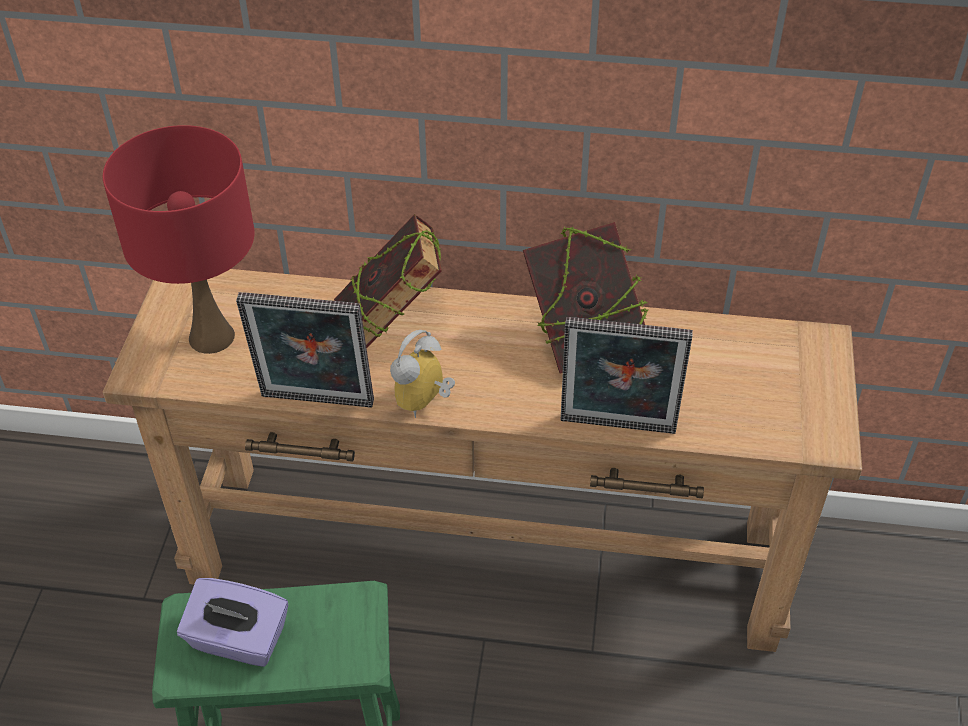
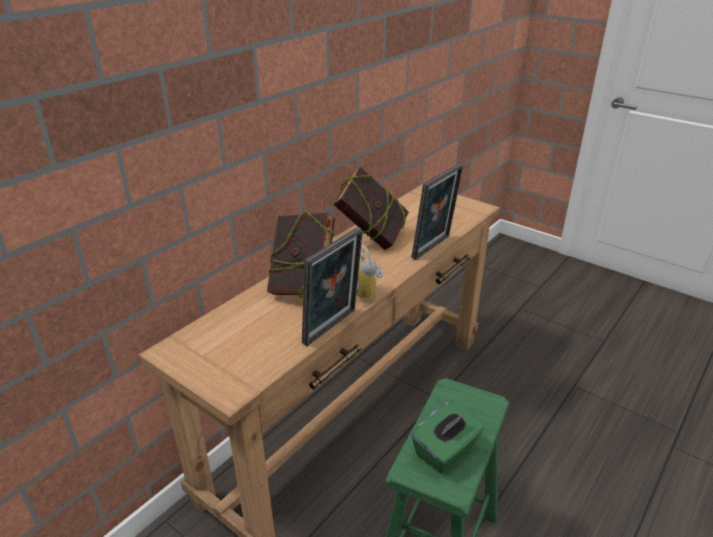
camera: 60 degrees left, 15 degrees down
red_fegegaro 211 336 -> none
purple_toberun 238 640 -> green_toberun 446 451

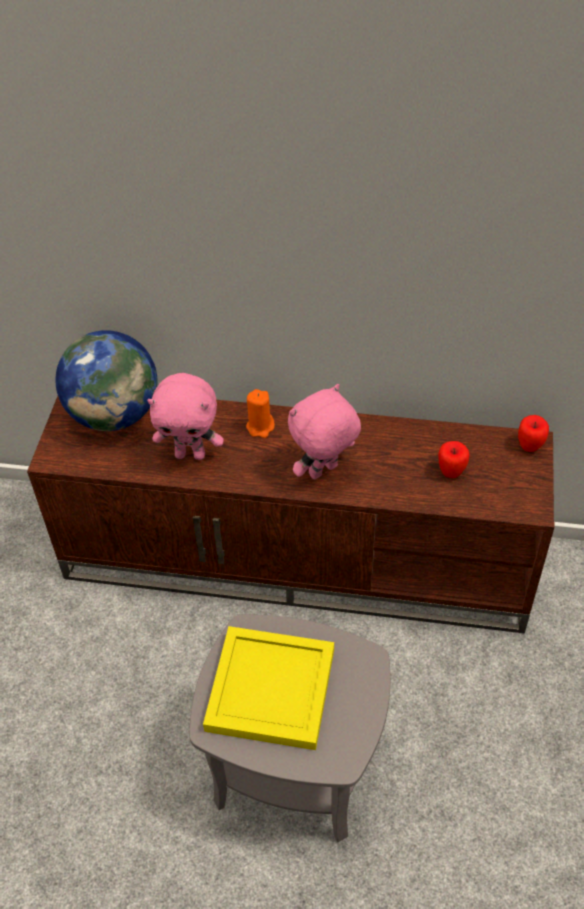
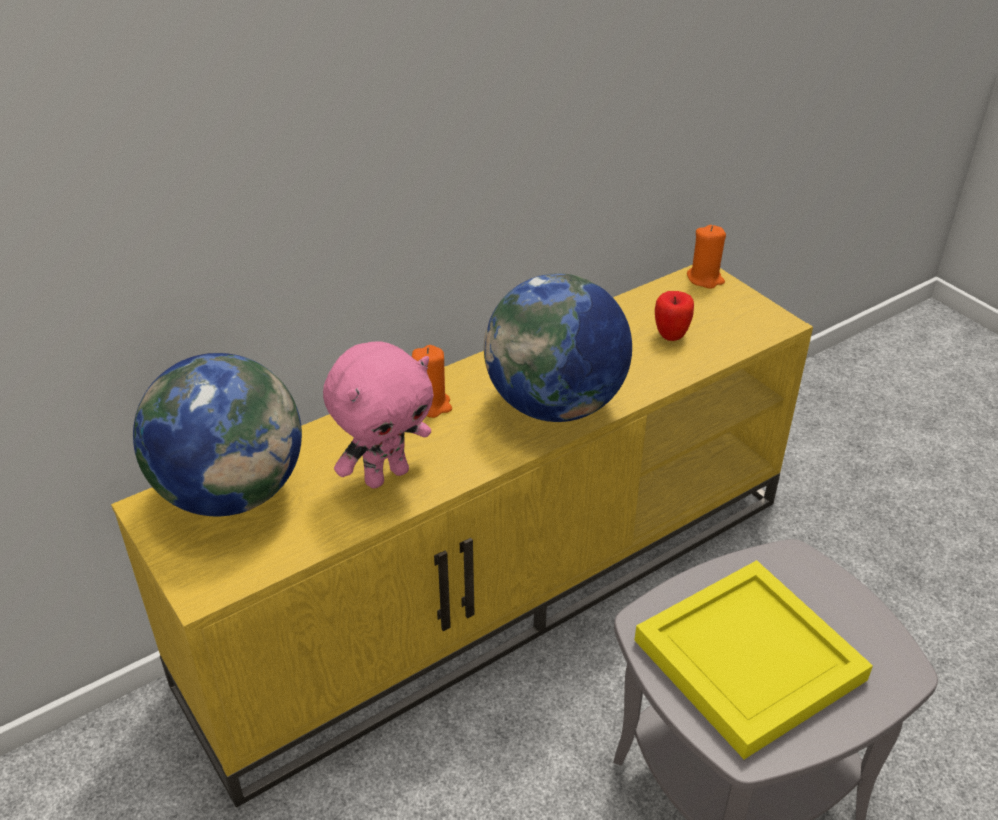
camera: 45 degrees left, 10 degrees down
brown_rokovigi 299 559 -> yellow_rokovigi 497 584
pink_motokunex 324 472 -> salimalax 555 405
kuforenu 530 446 -> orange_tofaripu 705 279

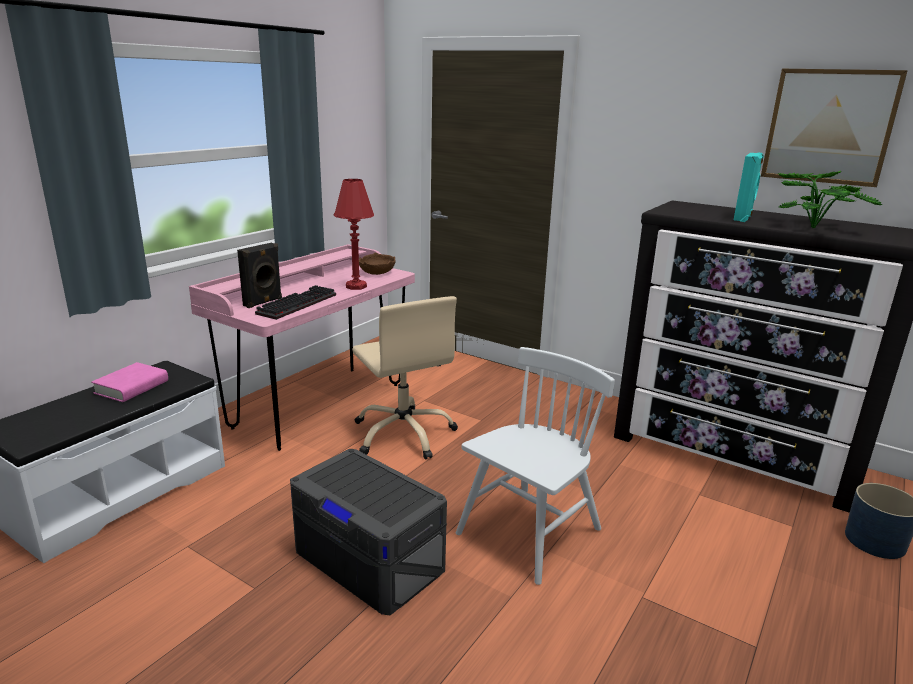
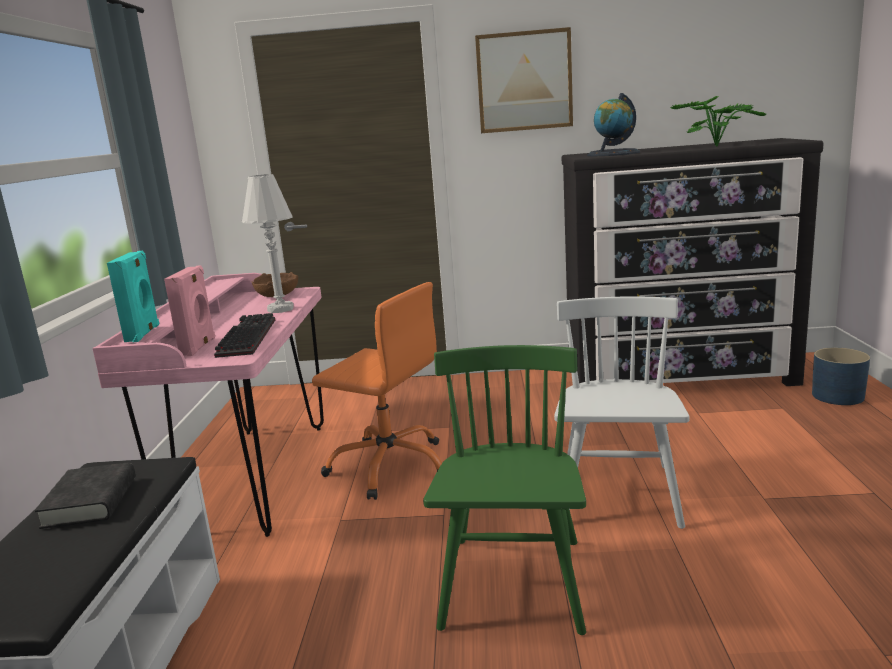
camera: 30 degrees left, 5 degrees down
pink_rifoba 132 387 -> black_rifoba 91 502
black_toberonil 263 302 -> pink_toberonil 199 347
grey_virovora 369 559 -> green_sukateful 514 583
red_fegegaro 356 286 -> white_fegegaro 281 309
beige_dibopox 404 433 -> orange_dibopox 389 466
turquoise_toberonil 743 218 -> turquoise_toberonil 144 333, moved
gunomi 829 126 -> gunomi 524 81, moved
none -> salimalax 613 153

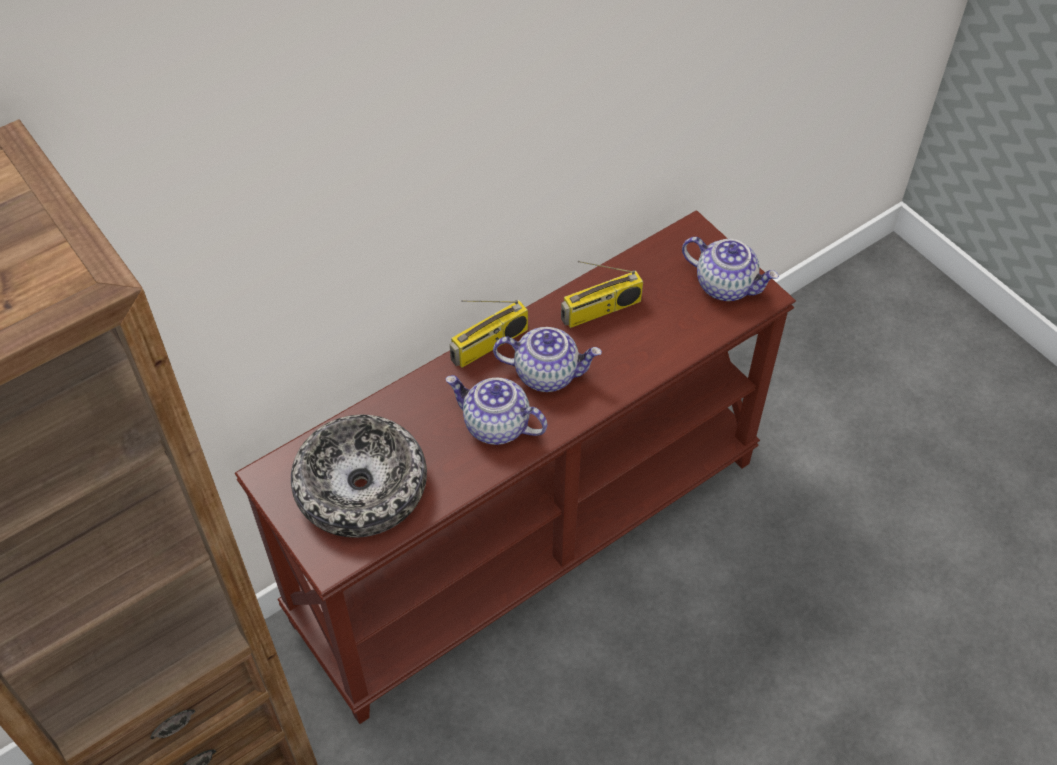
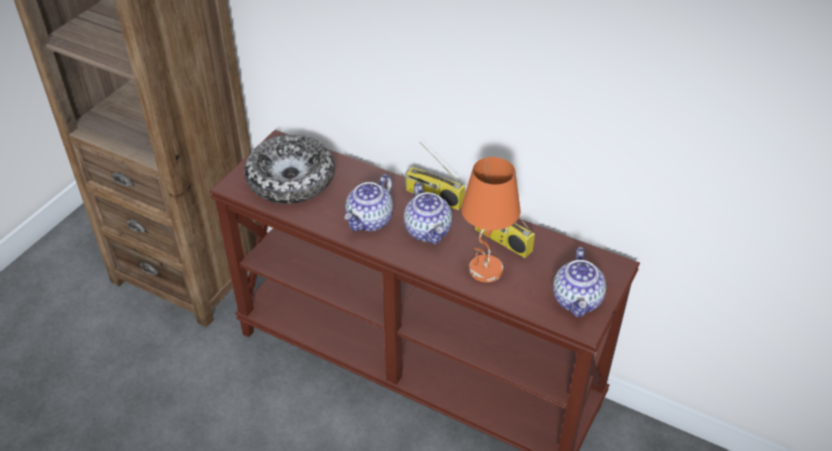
camera: 65 degrees right, 10 degrees down
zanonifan 495 425 -> zanonifan 370 221, 150 degrees counterclockwise
none -> orange_fegegaro 485 270

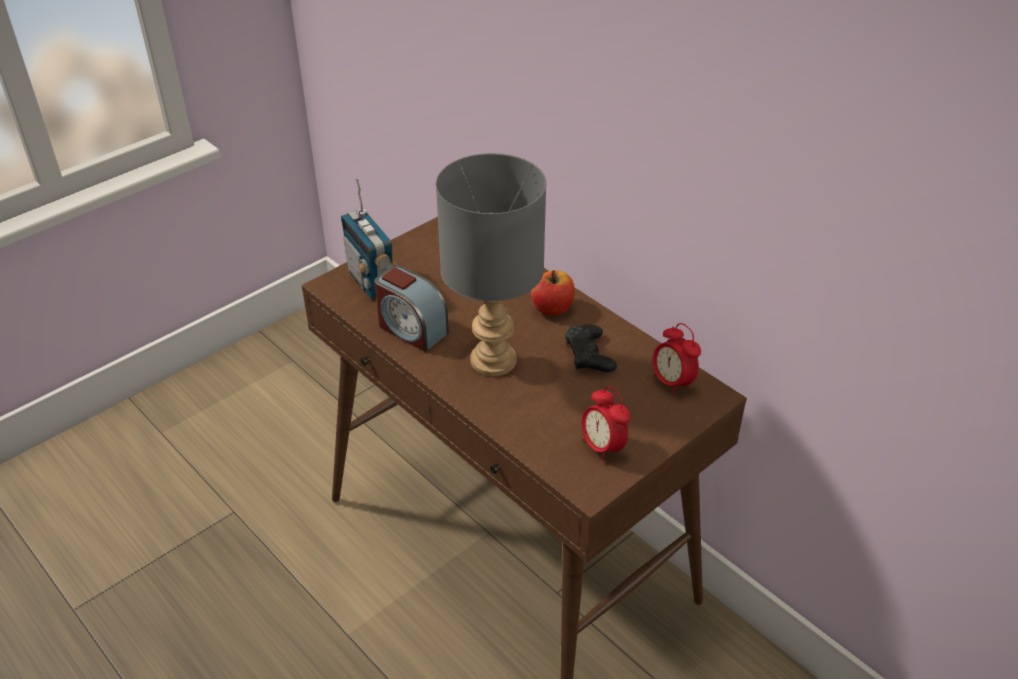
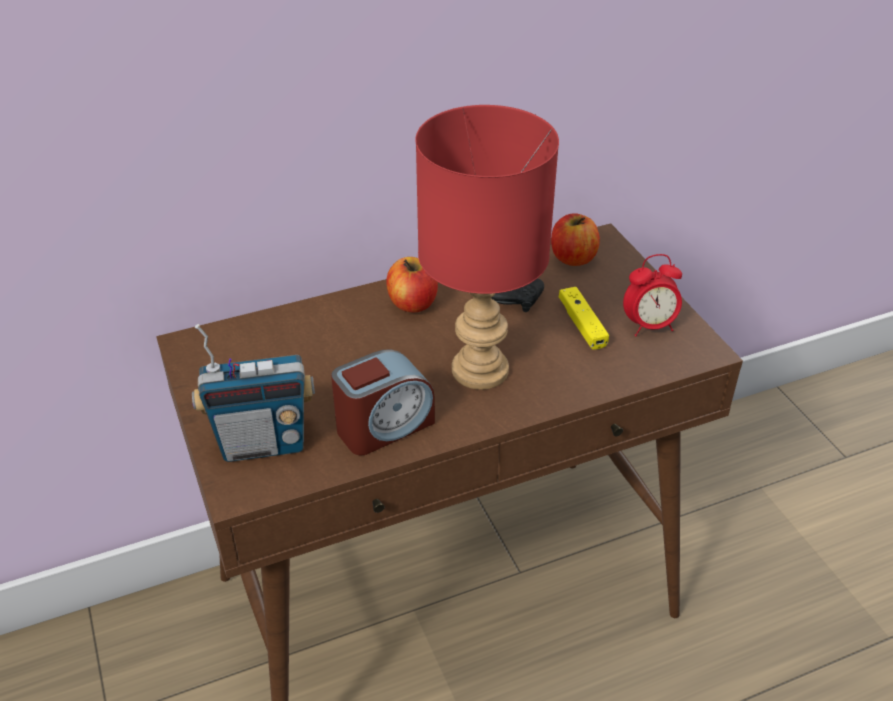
camera: 70 degrees left, 0 degrees up
grey_fegegaro 493 362 -> red_fegegaro 482 370
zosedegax 672 382 -> kuforenu 573 258
none -> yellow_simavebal 582 324

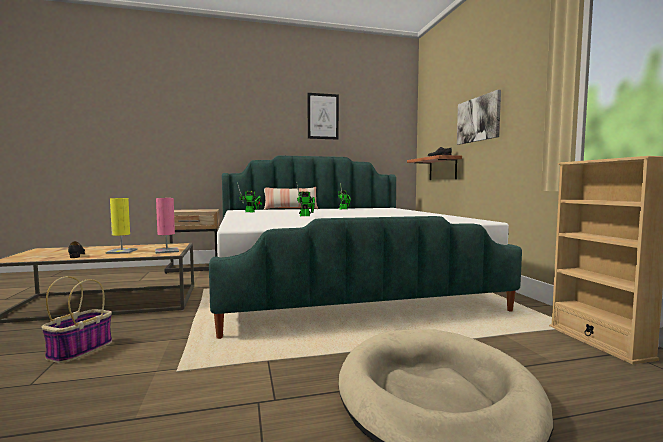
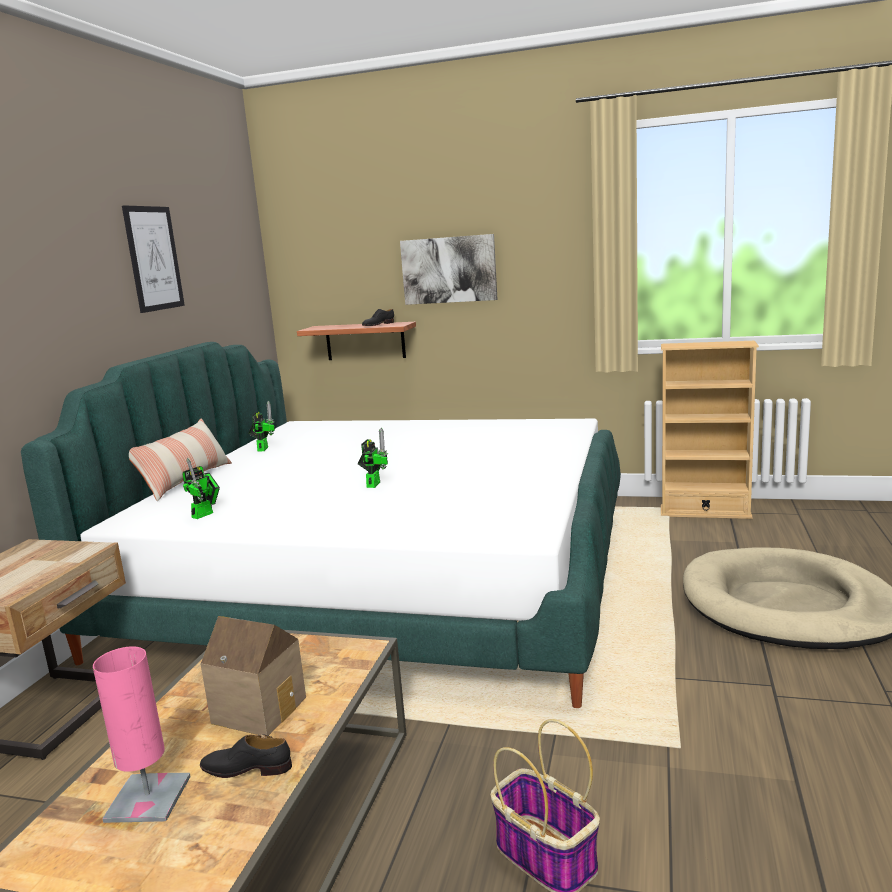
camera: 60 degrees left, 10 degrees up
yellow_fegegaro 122 251 -> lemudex 261 708
pink_fegegaro 166 251 -> pink_fegegaro 148 798, moved

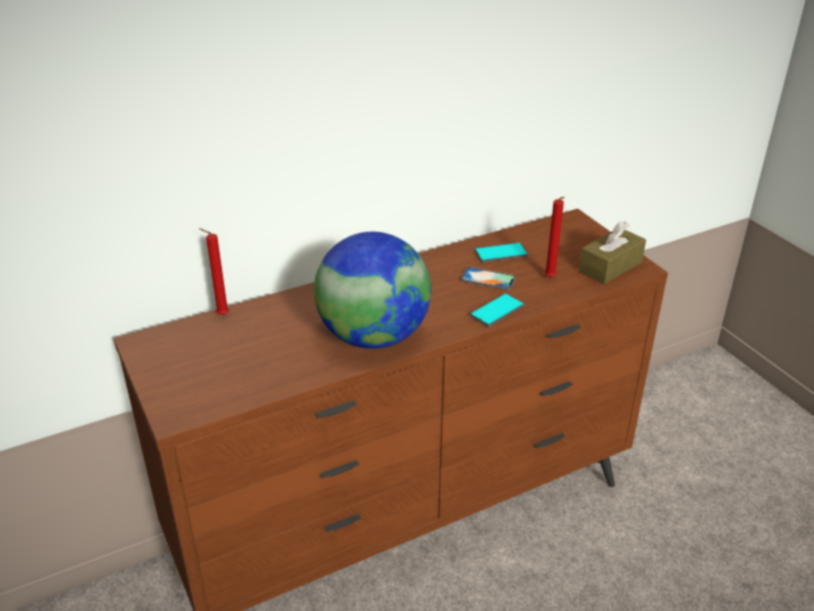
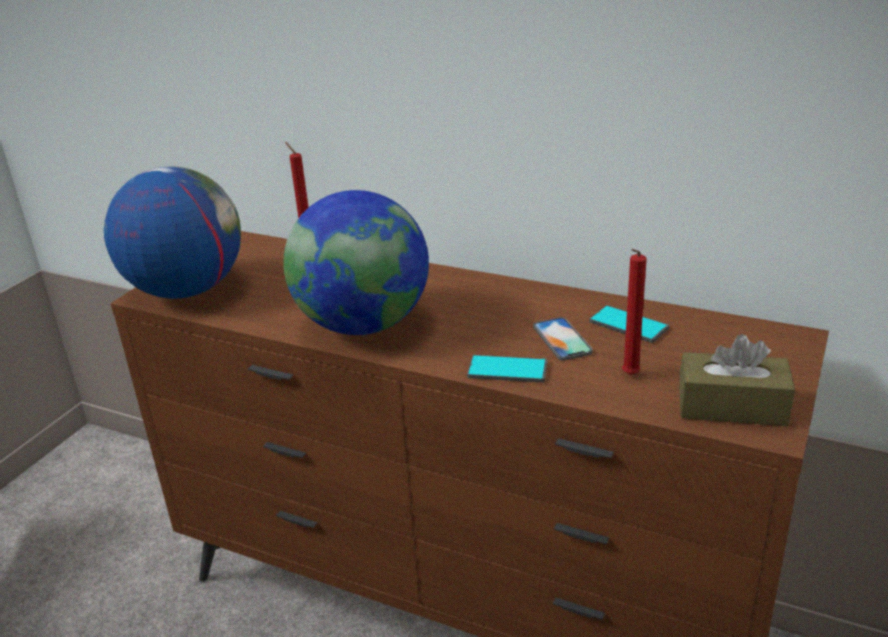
camera: 55 degrees right, 5 degrees down
none -> salimalax 186 290

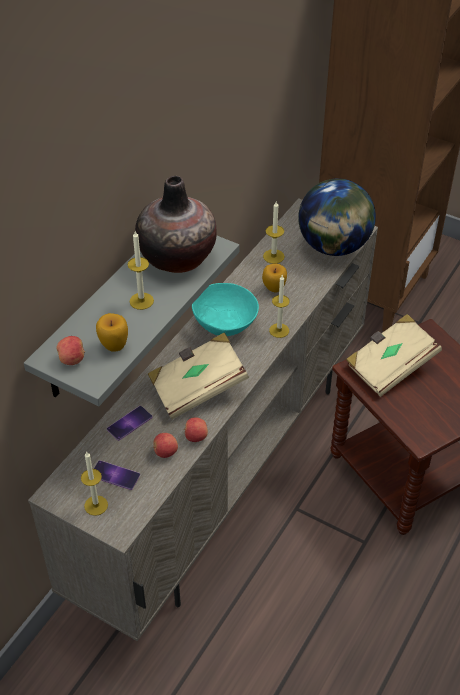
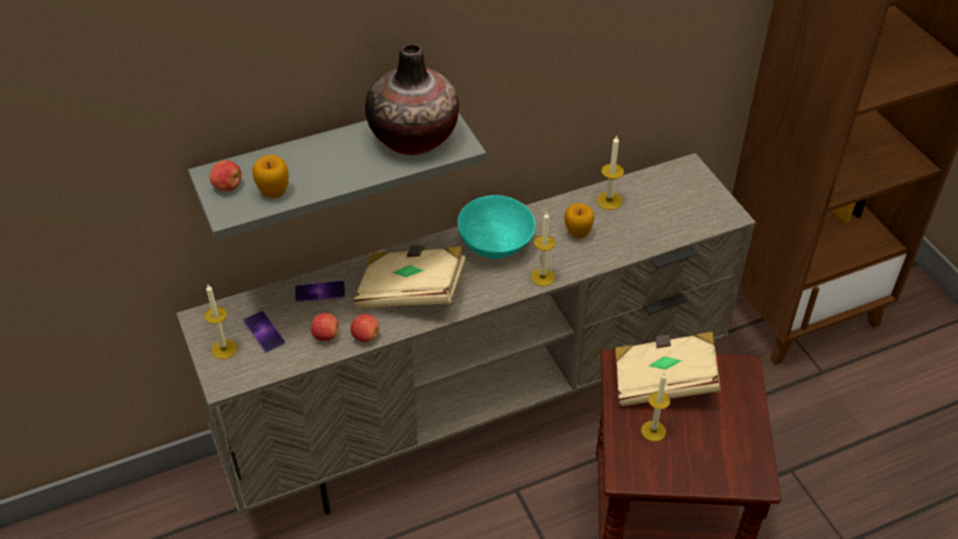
camera: 35 degrees right, 0 degrees up
tofaripu 141 301 -> tofaripu 653 431, moved
salimalax 334 247 -> none

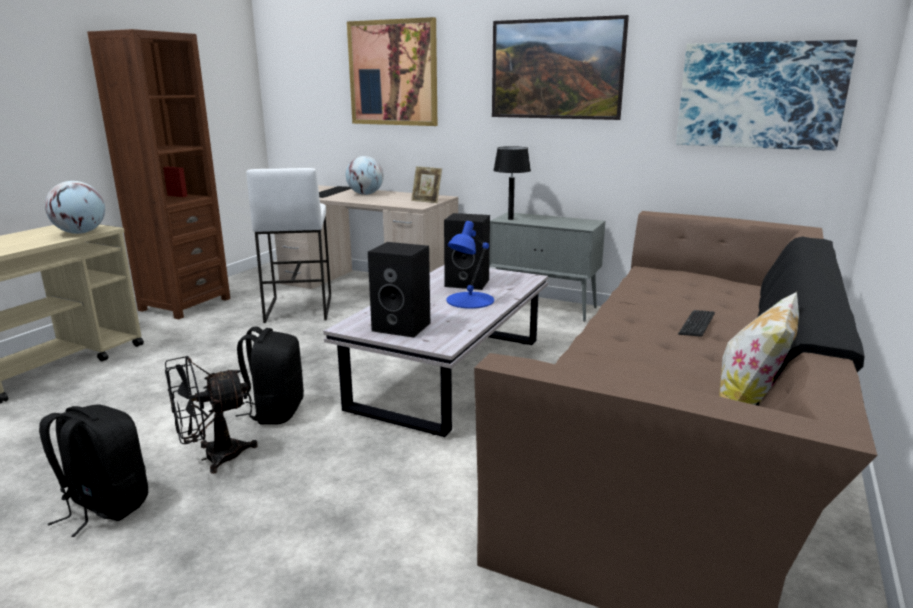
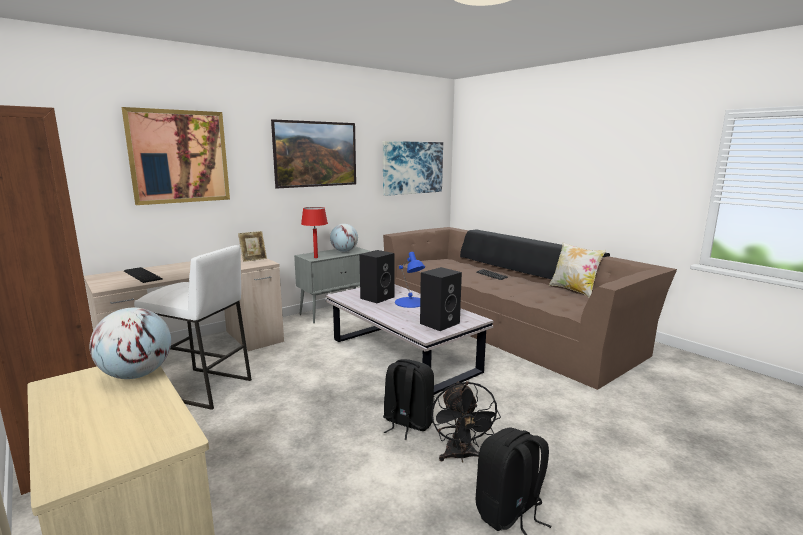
camera: 65 degrees left, 5 degrees down
salimalax 365 194 -> salimalax 344 251, moved
black_fegegaro 510 219 -> red_fegegaro 316 257

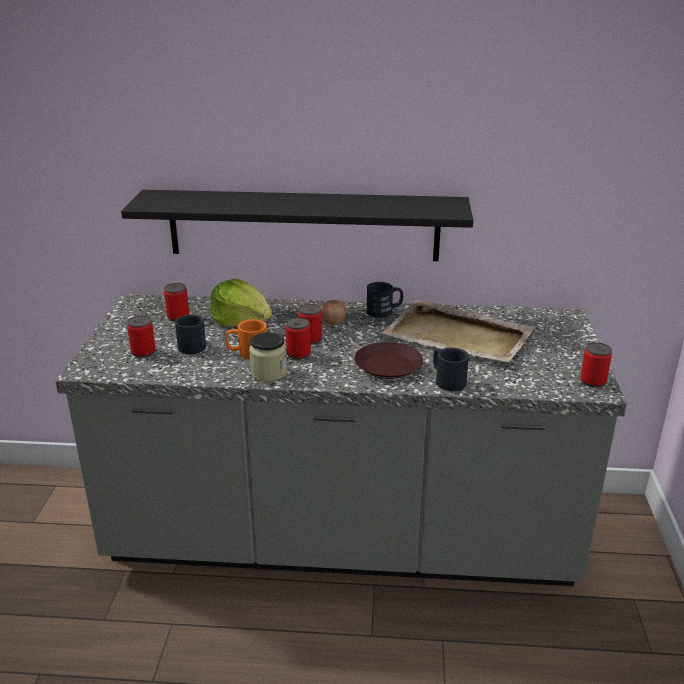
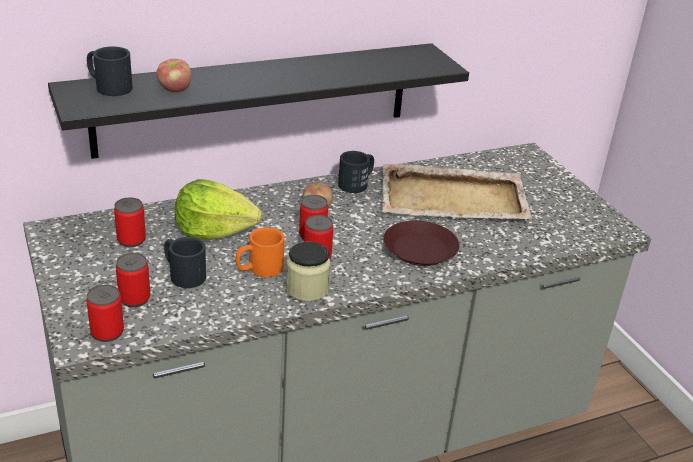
camera: 30 degrees left, 5 degrees up
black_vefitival 446 380 -> black_vefitival 108 86, moved
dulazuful 593 381 -> dulazuful 107 332, moved
none -> kuforenu 175 90

